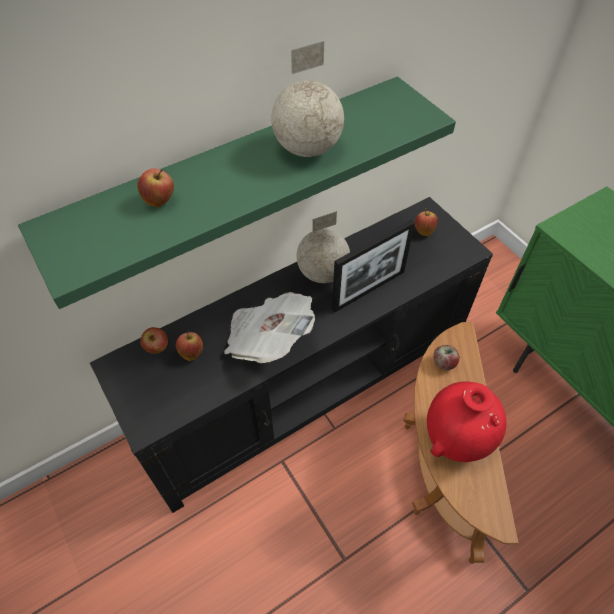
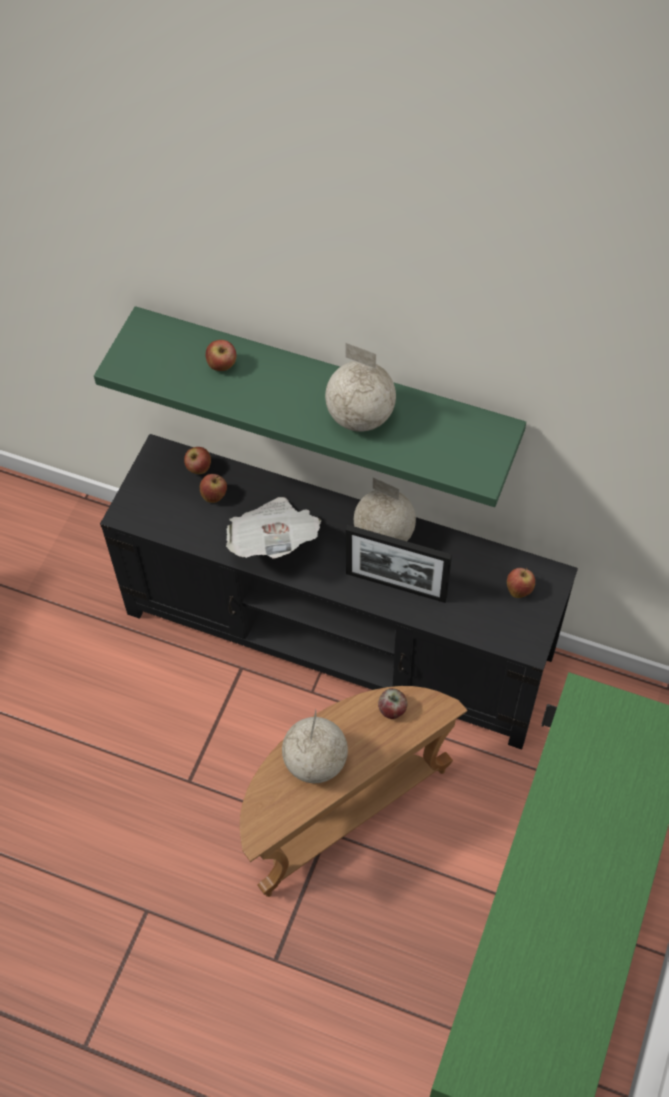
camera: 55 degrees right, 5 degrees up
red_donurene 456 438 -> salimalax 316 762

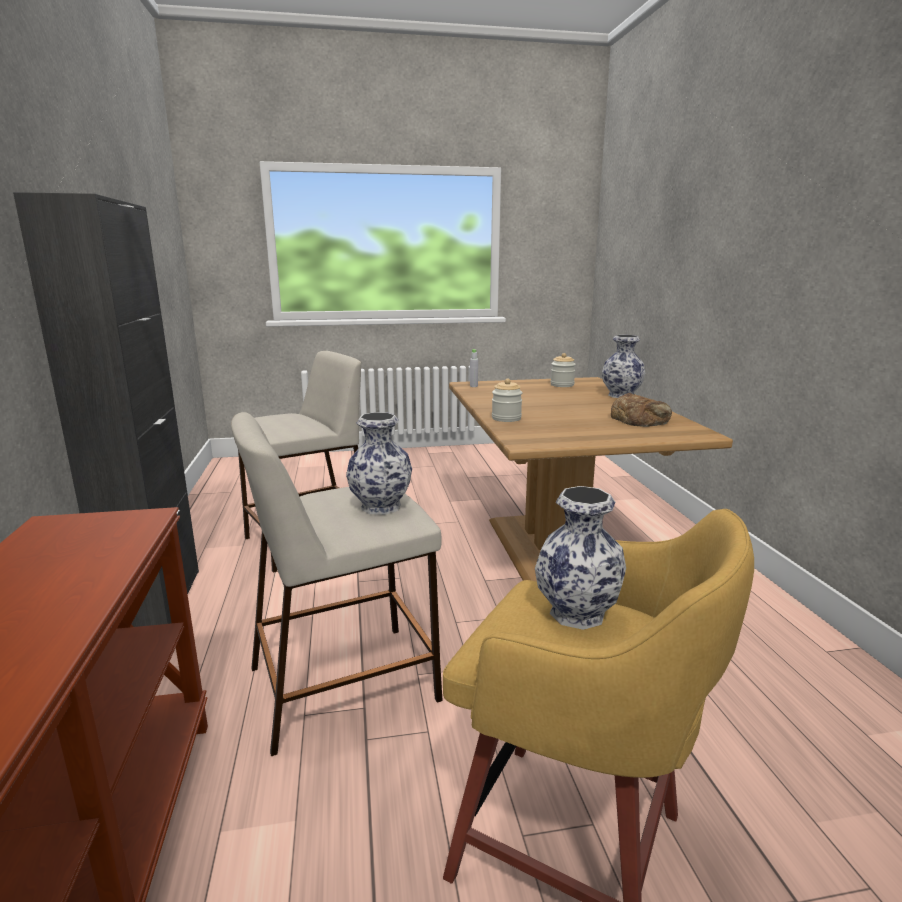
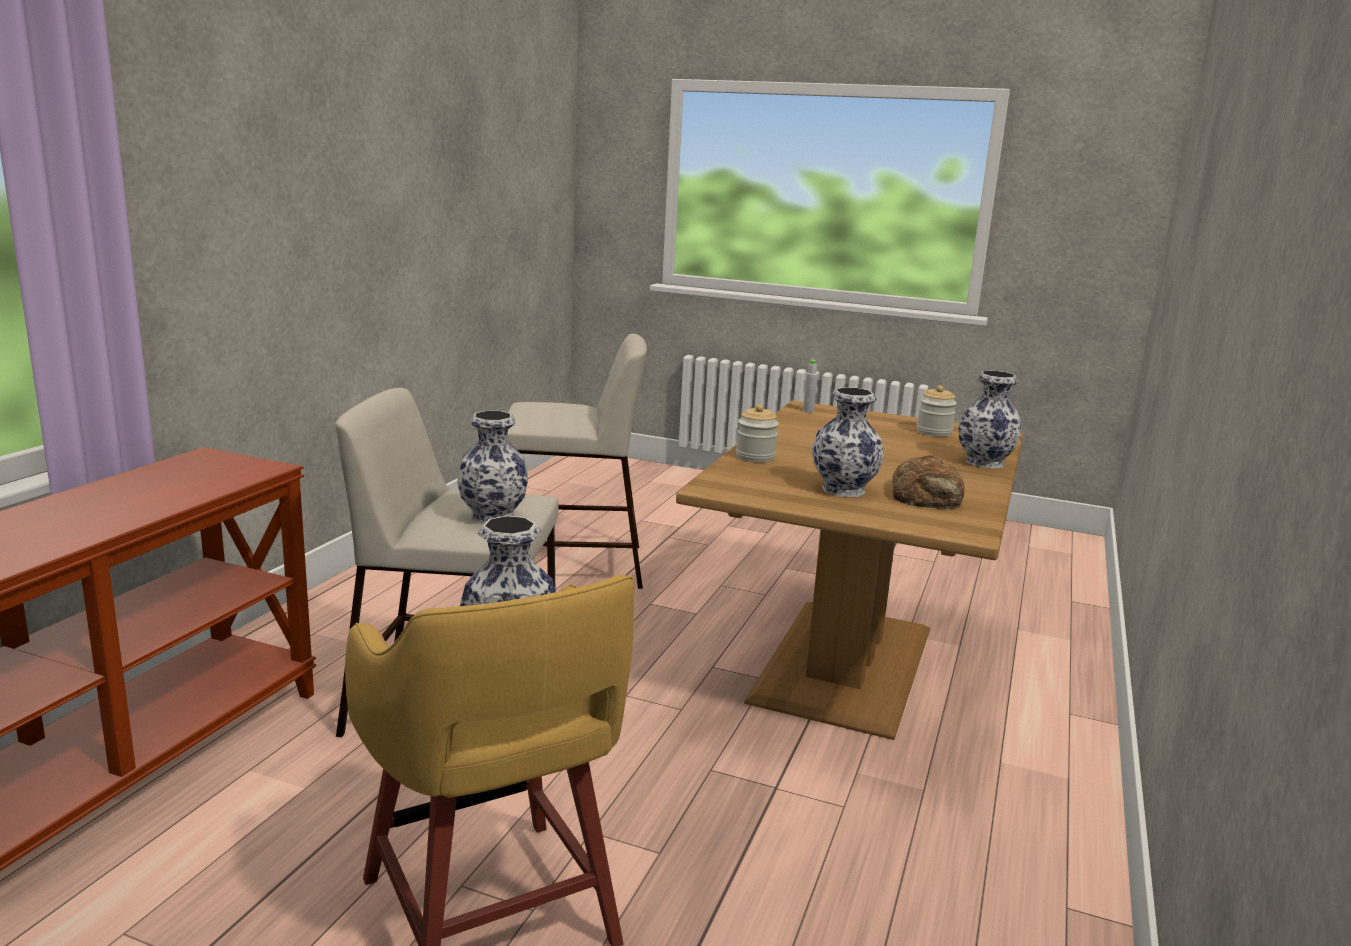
camera: 30 degrees right, 0 degrees up
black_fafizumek 157 603 -> none
none -> donurene 842 490

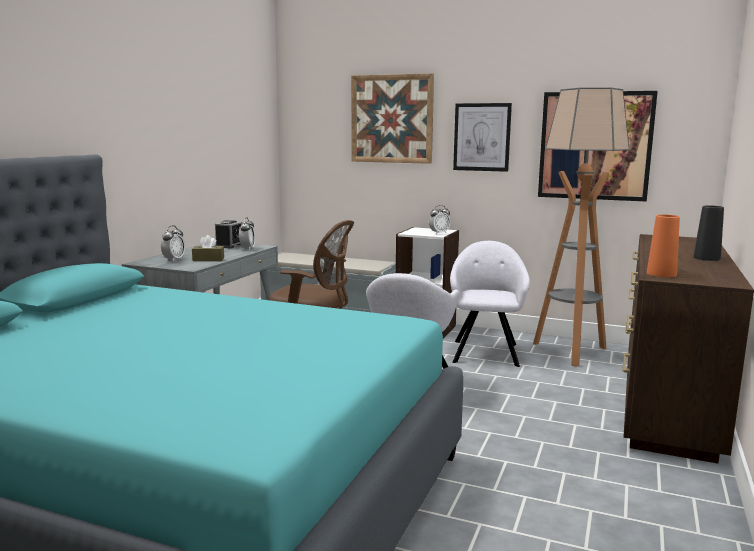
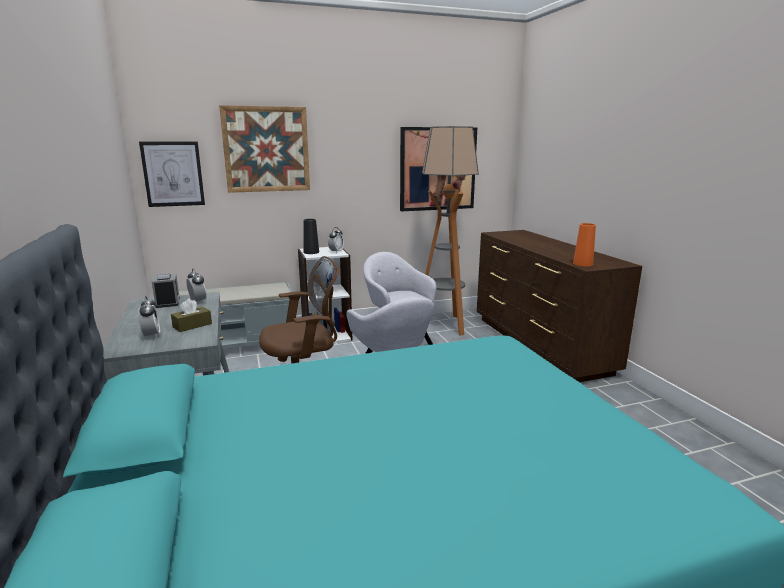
camera: 40 degrees left, 5 degrees up
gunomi 482 137 -> gunomi 173 174, moved
black_donurene 706 258 -> black_donurene 311 252, moved

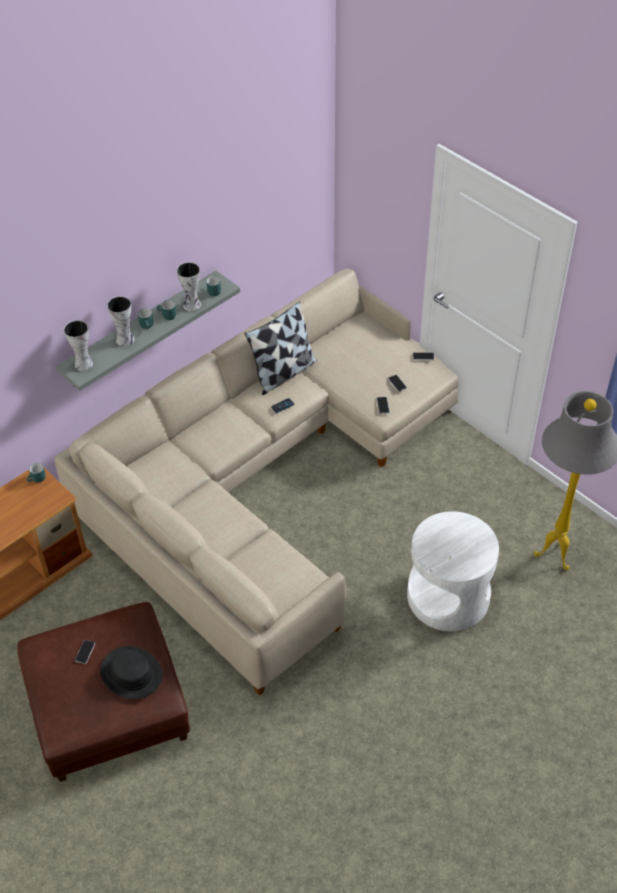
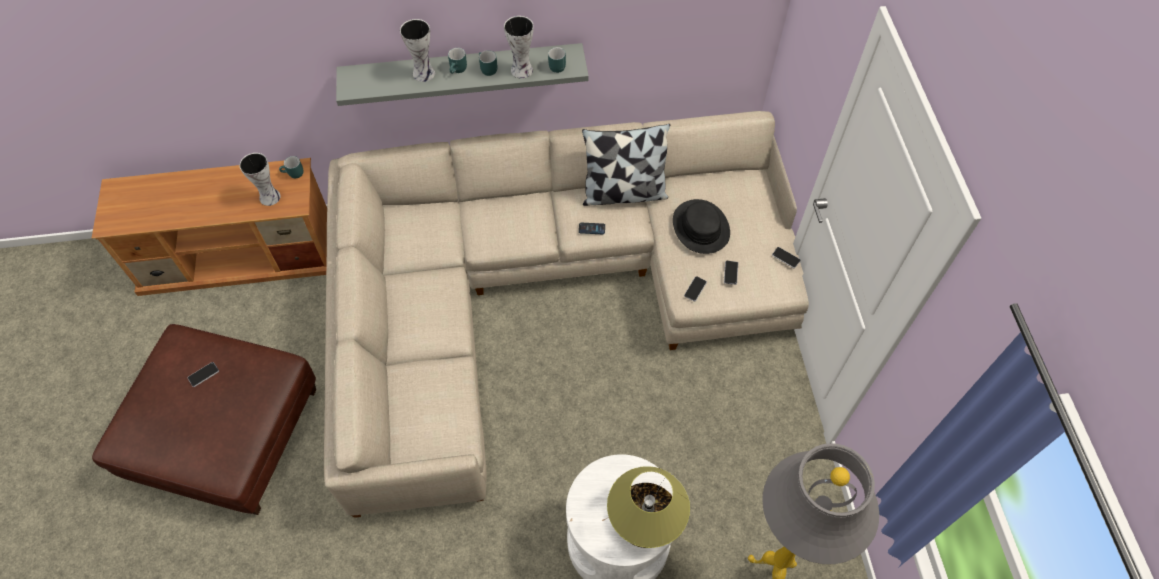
camera: 35 degrees right, 10 degrees up
donurene 82 363 -> donurene 269 196, moved
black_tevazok 131 673 -> black_tevazok 700 227, moved
none -> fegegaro 646 519

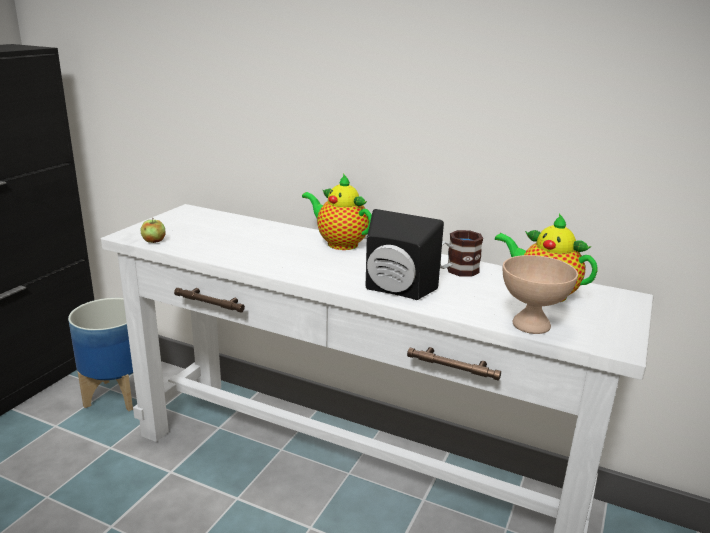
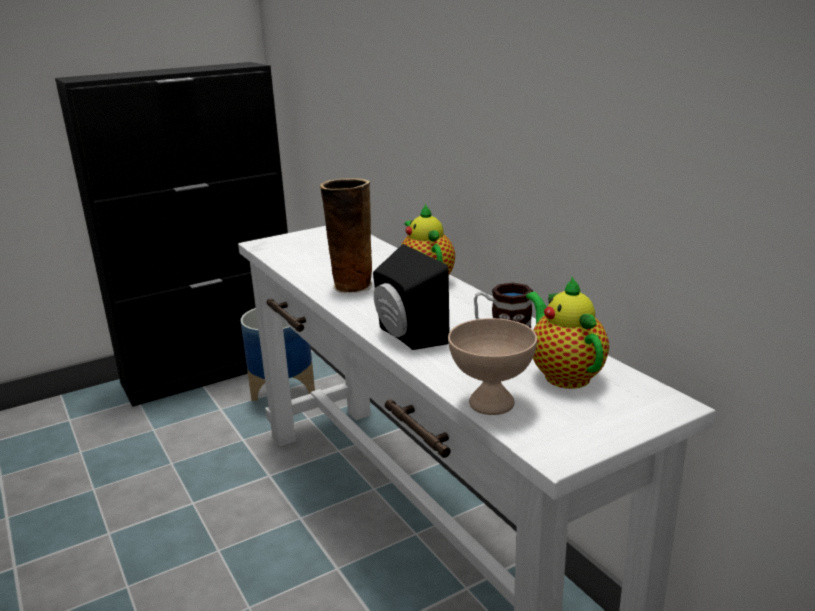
camera: 35 degrees right, 0 degrees up
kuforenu 154 241 -> none
none -> donurene 351 285

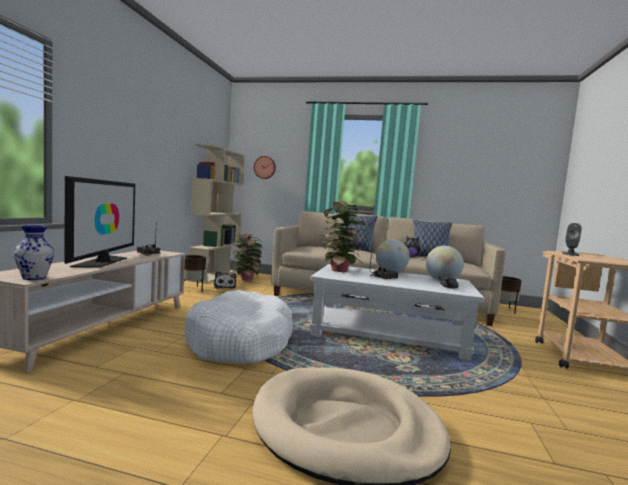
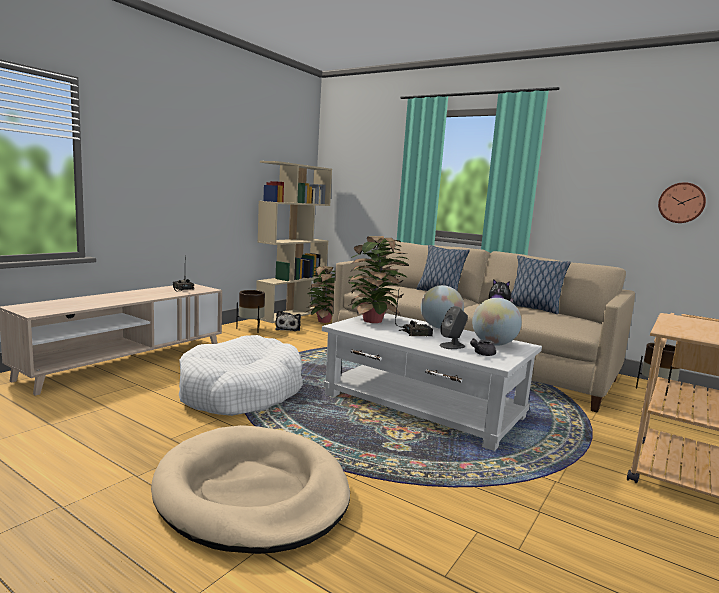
camera: 20 degrees right, 5 degrees up
donurene 34 278 -> none
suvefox 102 261 -> none
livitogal 265 167 -> livitogal 681 203, moved
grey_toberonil 570 254 -> grey_toberonil 452 346, moved

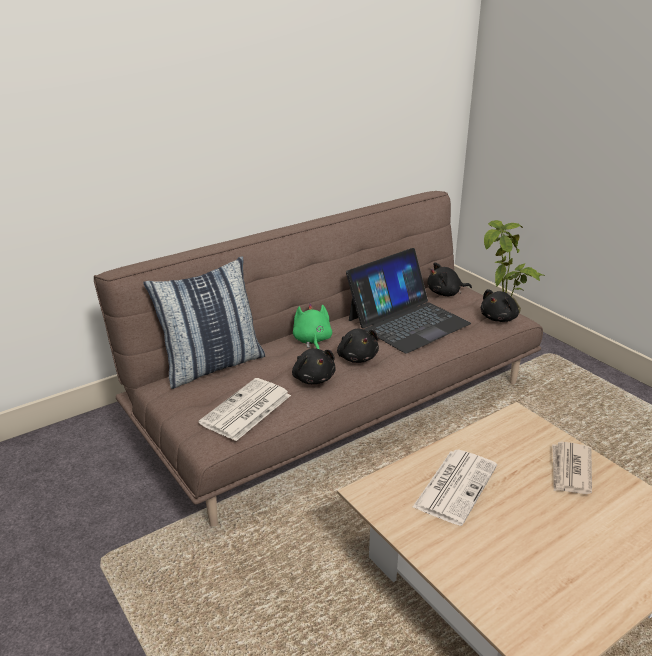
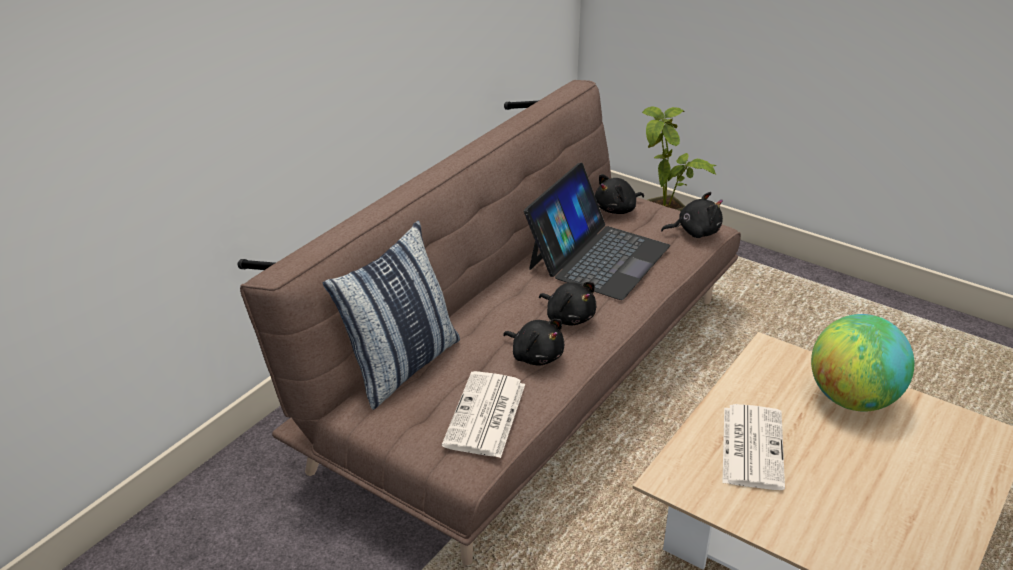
camera: 20 degrees left, 5 degrees up
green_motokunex 312 341 -> none
black_motokunex 499 318 -> black_motokunex 695 232, 120 degrees counterclockwise
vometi 570 470 -> salimalax 852 399

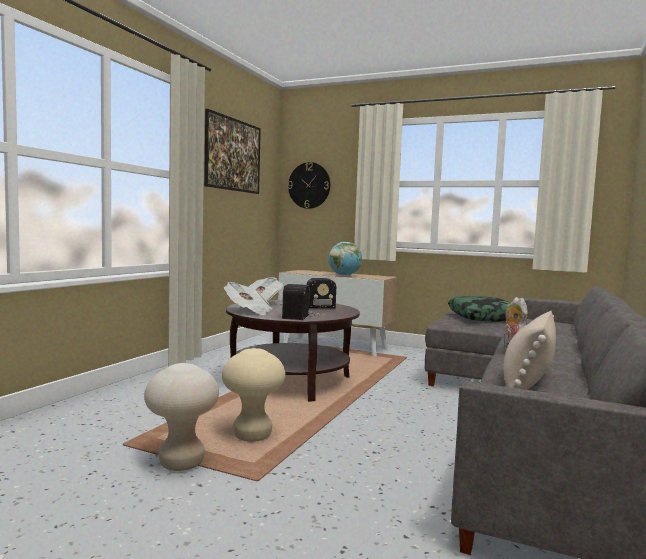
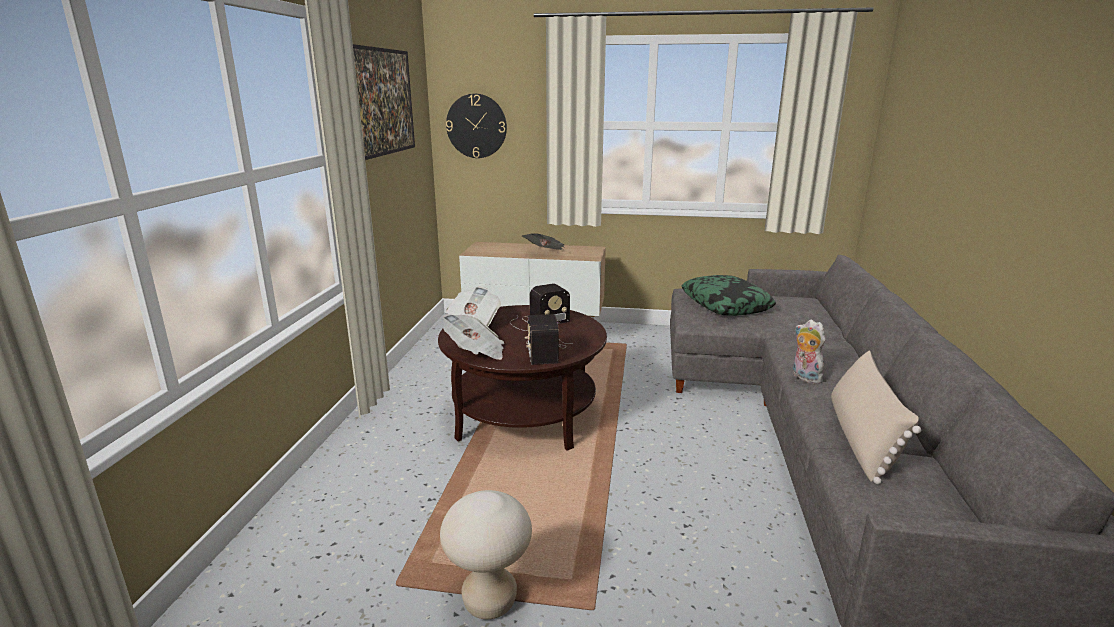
camera: 15 degrees left, 15 degrees up
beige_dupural 252 436 -> none
salimalax 344 275 -> vometi 545 254

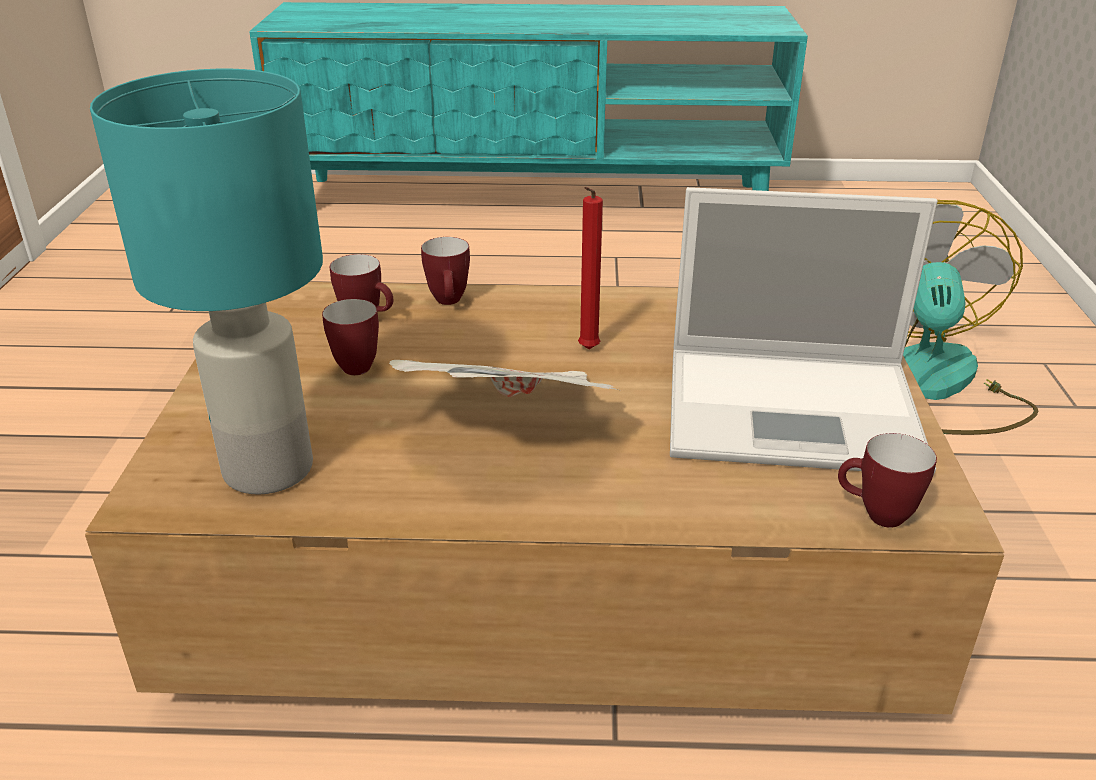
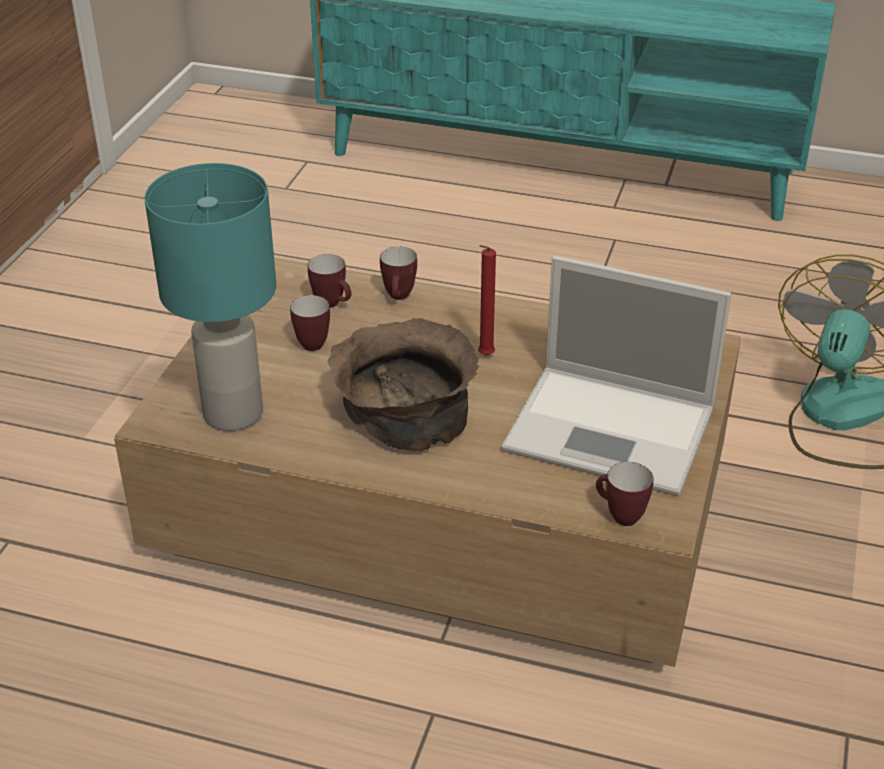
camera: 15 degrees right, 5 degrees up
vometi 515 425 -> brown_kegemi 406 409

